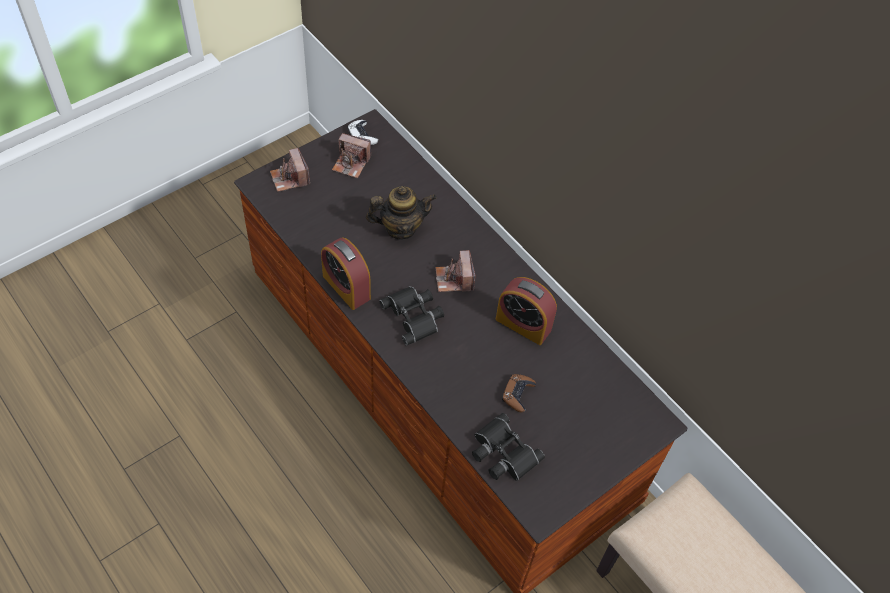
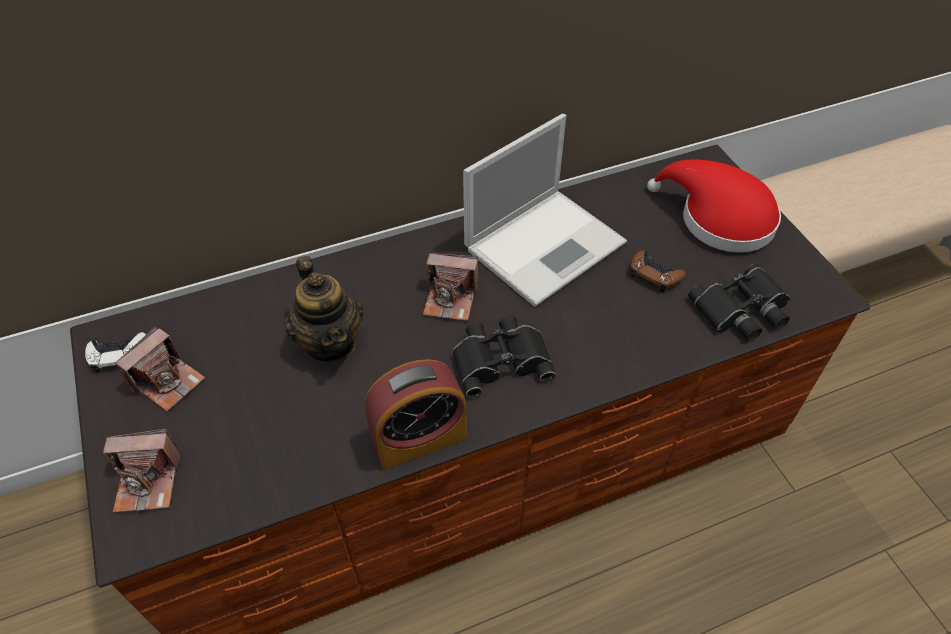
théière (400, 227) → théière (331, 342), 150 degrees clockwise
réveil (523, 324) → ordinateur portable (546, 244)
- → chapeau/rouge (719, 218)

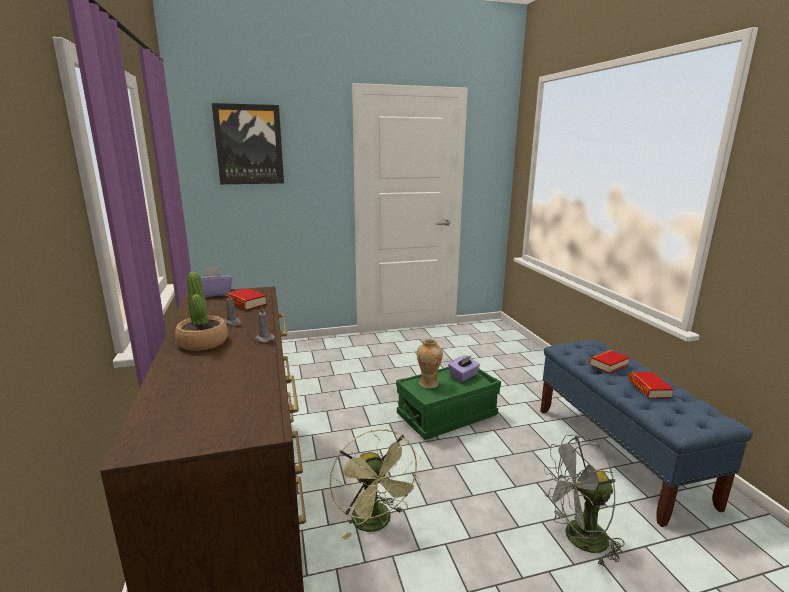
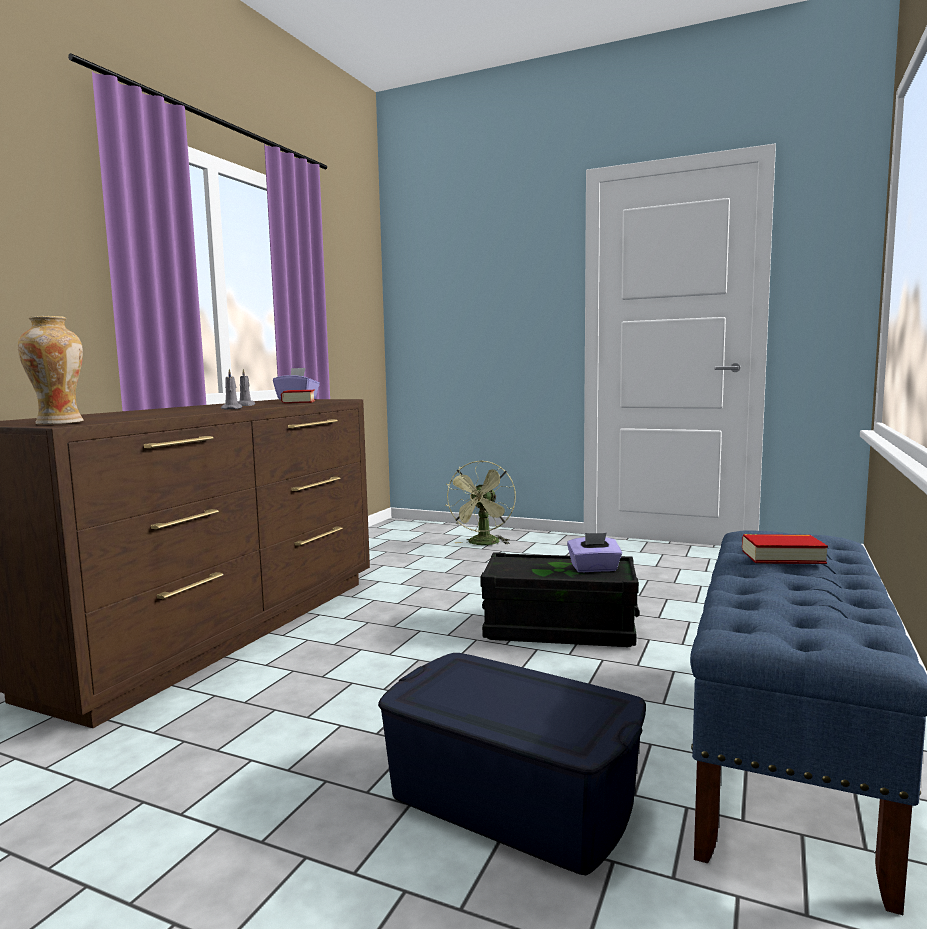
plante en pot (203, 342) → -
tableau (249, 145) → -
ventilateur/vert (376, 523) → ventilateur/vert (483, 544), move
boîte de rangement/vert (447, 415) → boîte de rangement/noir (559, 628)
vase (428, 384) → vase (59, 423), move
ventilateur/gris (578, 539) → boîte de rangement/bleu (511, 800)
livre (649, 389) → -

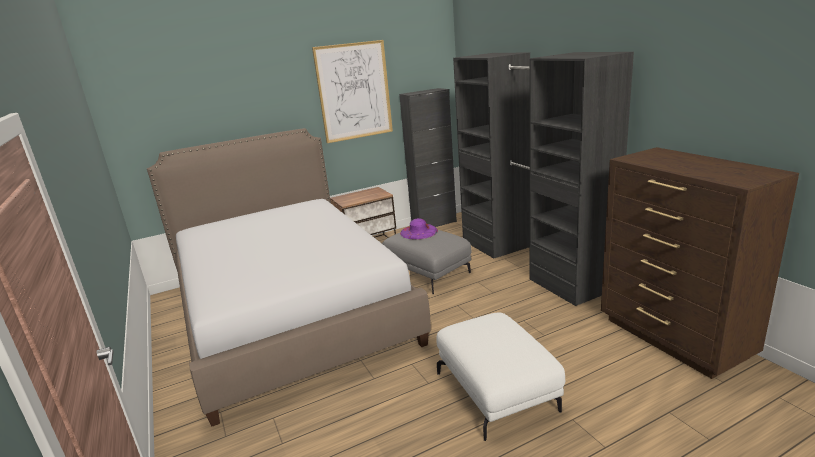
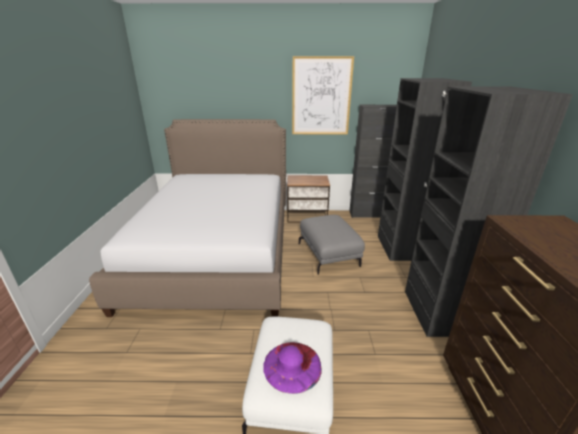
chapeau/violet (419, 232) → chapeau/violet (292, 365), move

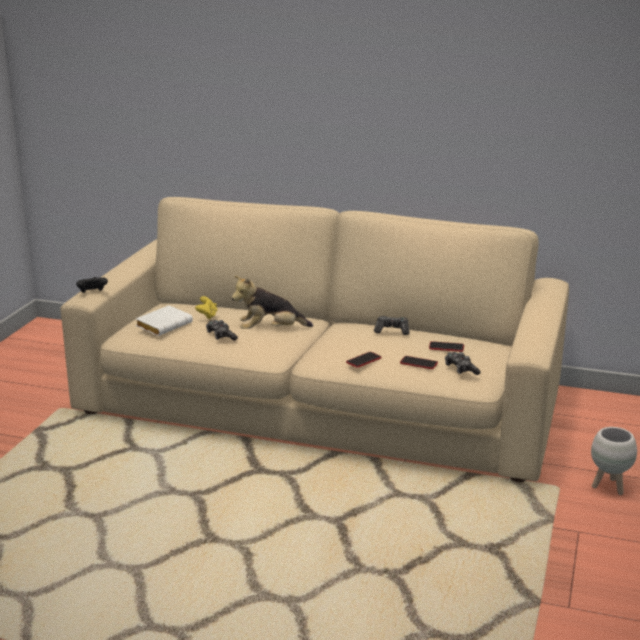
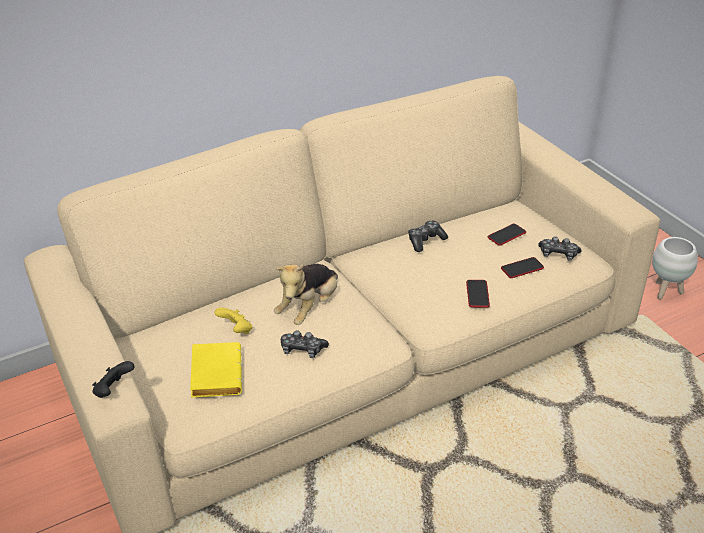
livre/blanc (164, 325) → livre/jaune (214, 373)

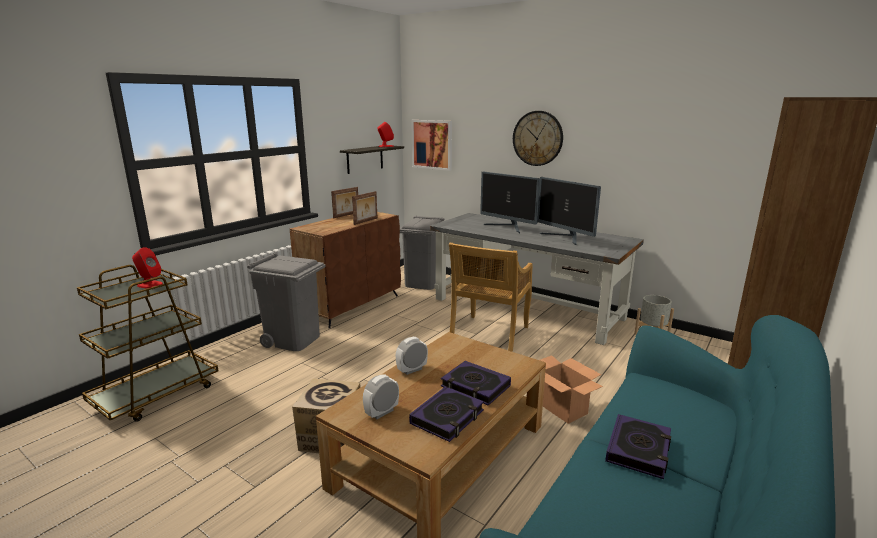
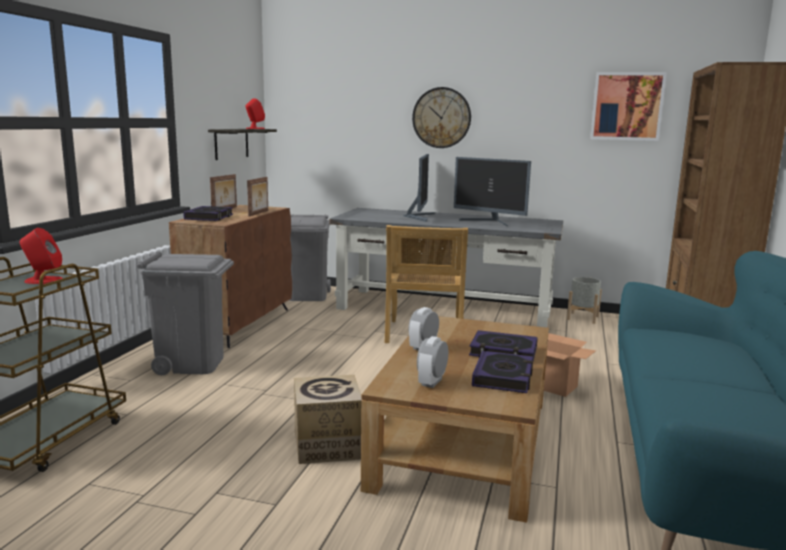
tableau (432, 144) → tableau (627, 106), move
écran d'ordinateur (508, 227) → écran d'ordinateur (419, 217), 105 degrees counterclockwise
livre (638, 450) → livre (209, 217), move

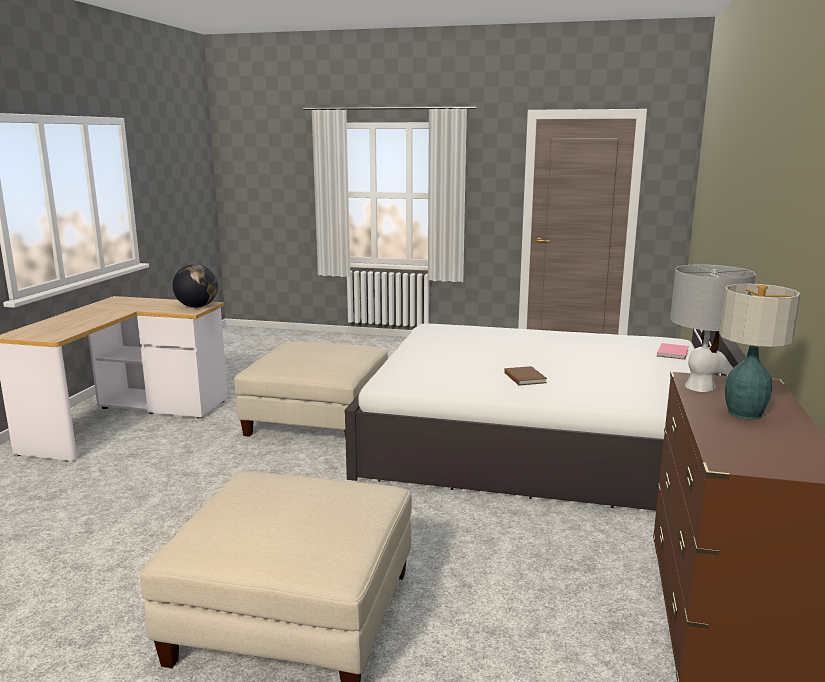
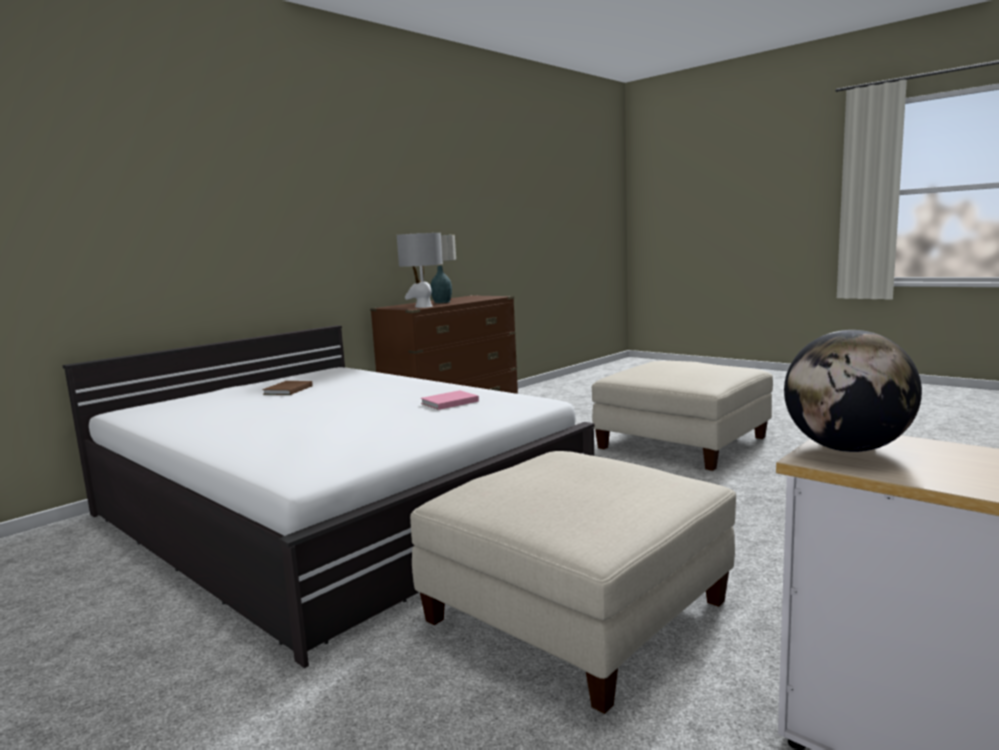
livre/marron (525, 377) → livre/marron (287, 390), move
livre/rose (673, 353) → livre/rose (448, 402), move

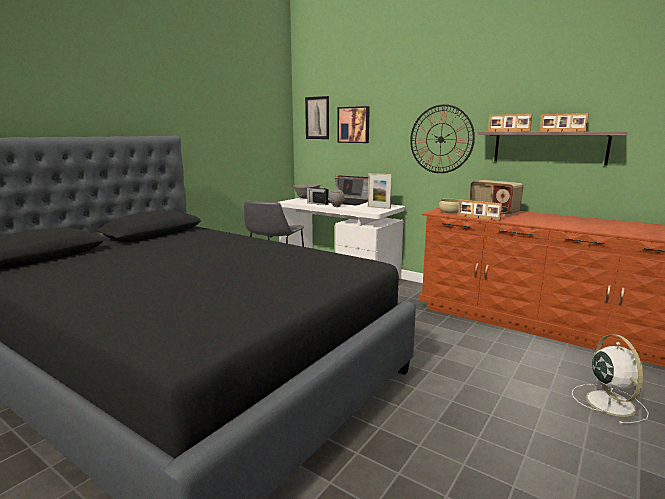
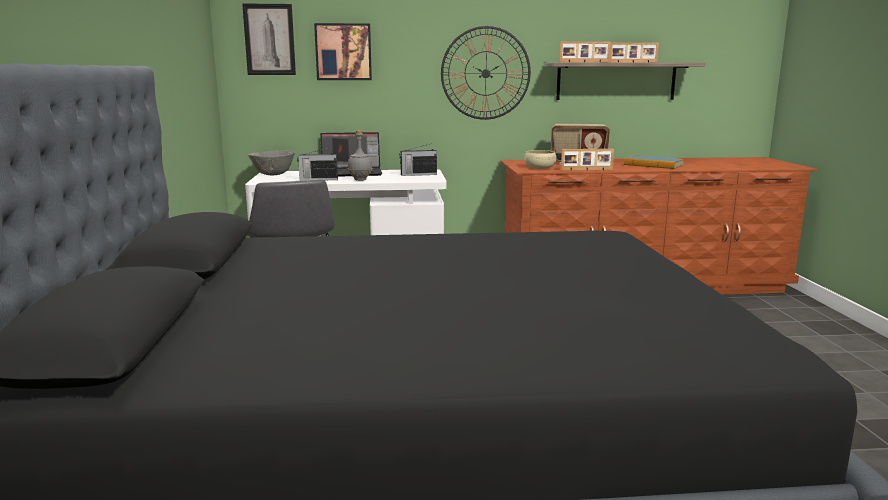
cadre photo (379, 207) → radio (418, 174)
ventilateur/blanc (608, 402) → -
- → livre (653, 165)

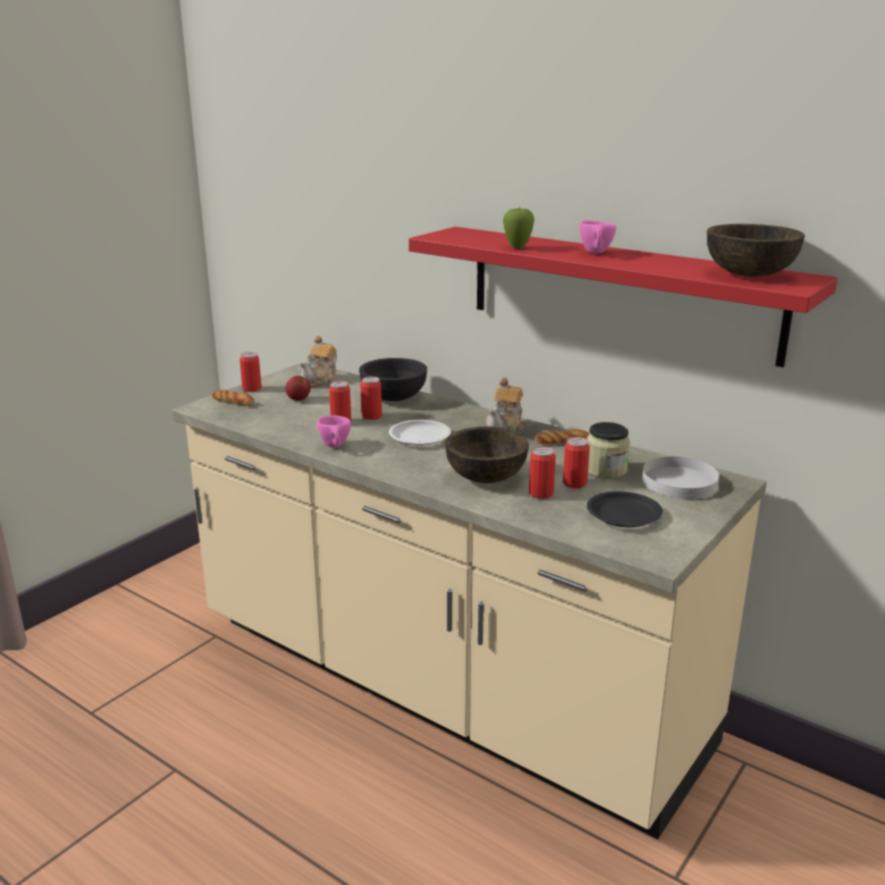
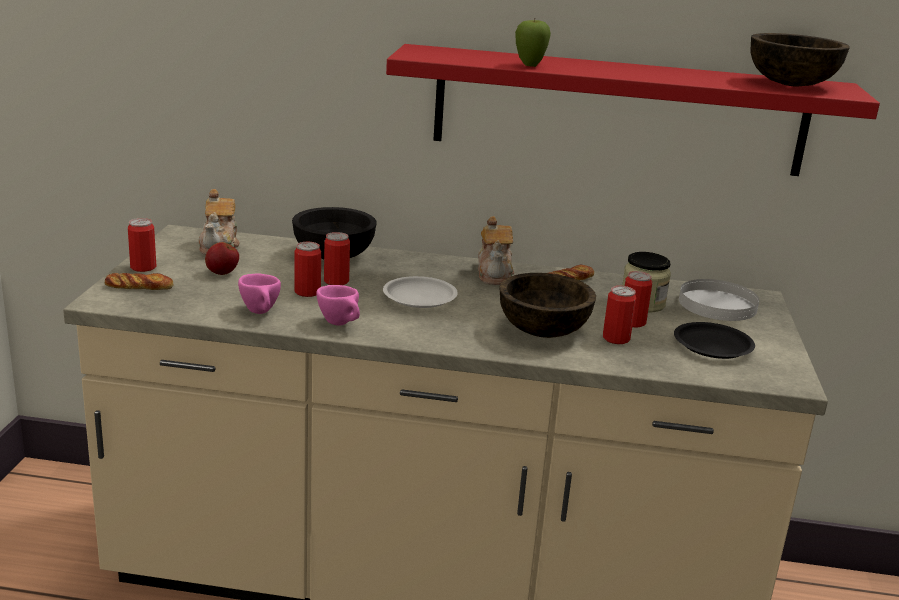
tasse/rose (596, 253) → tasse/rose (262, 313), move

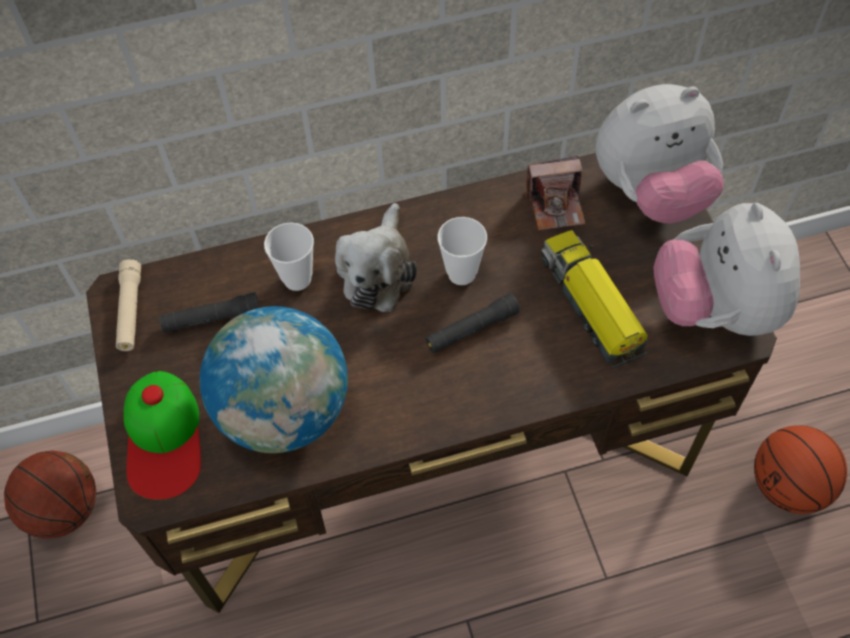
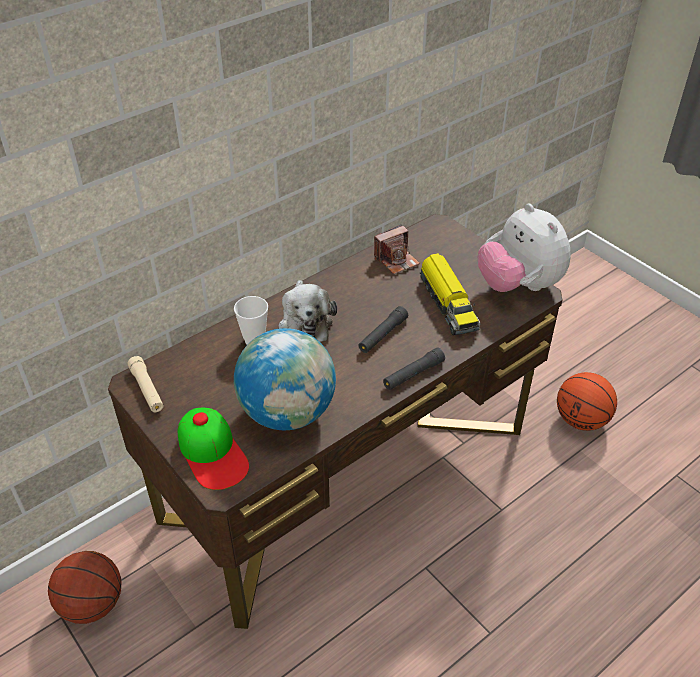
lampe de poche/noir (211, 319) → lampe de poche/noir (413, 374), move
tasse (461, 273) → -
camion jouet (591, 306) → camion jouet (447, 303), 150 degrees counterclockwise
peluche (651, 192) → -

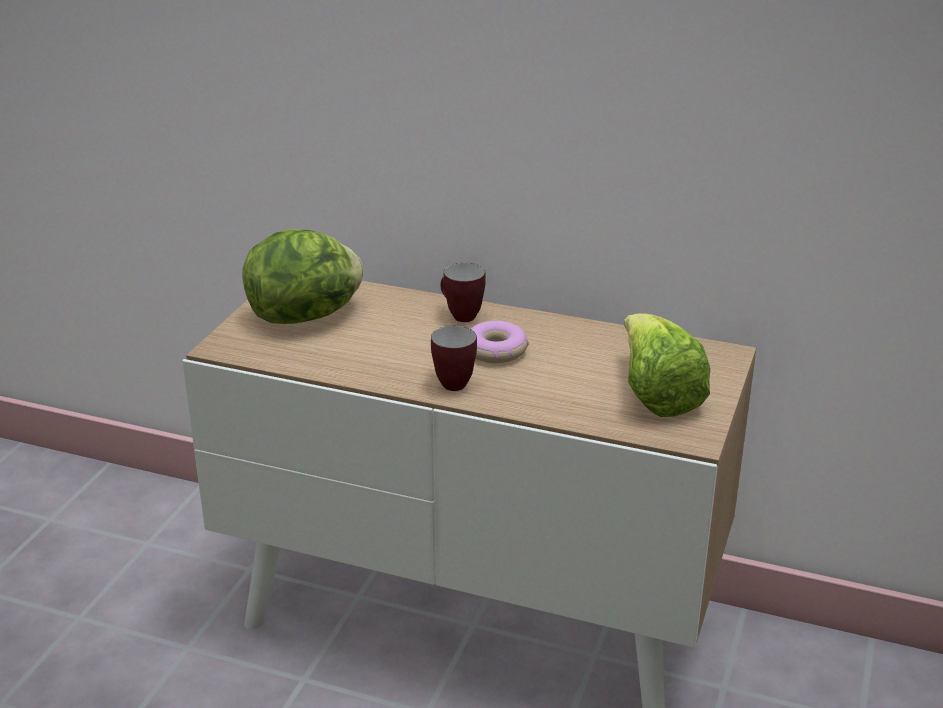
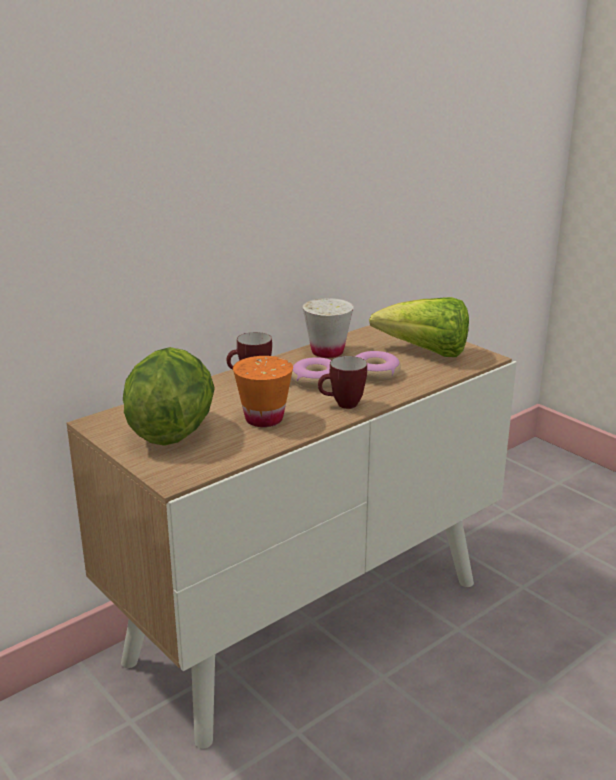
- → tasse/orange (264, 419)
- → tasse/blanc (327, 352)
- → beignet (375, 373)

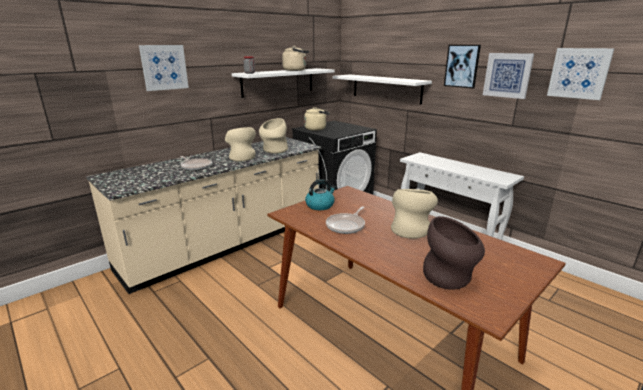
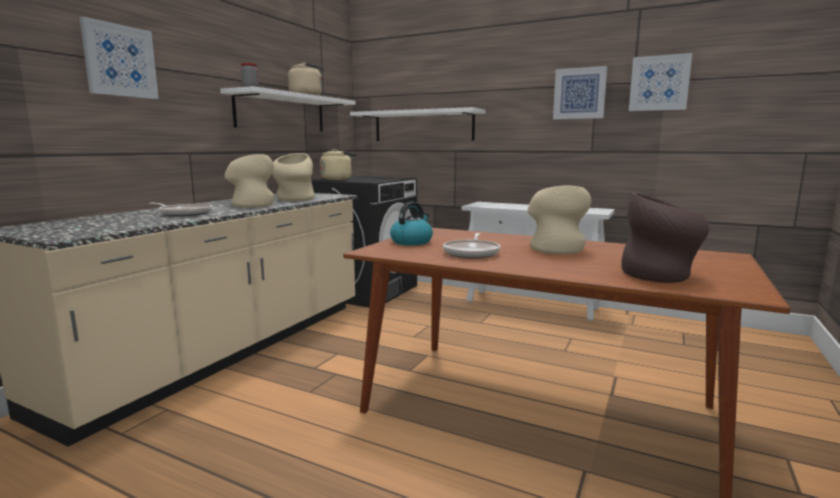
tableau (462, 66) → -

